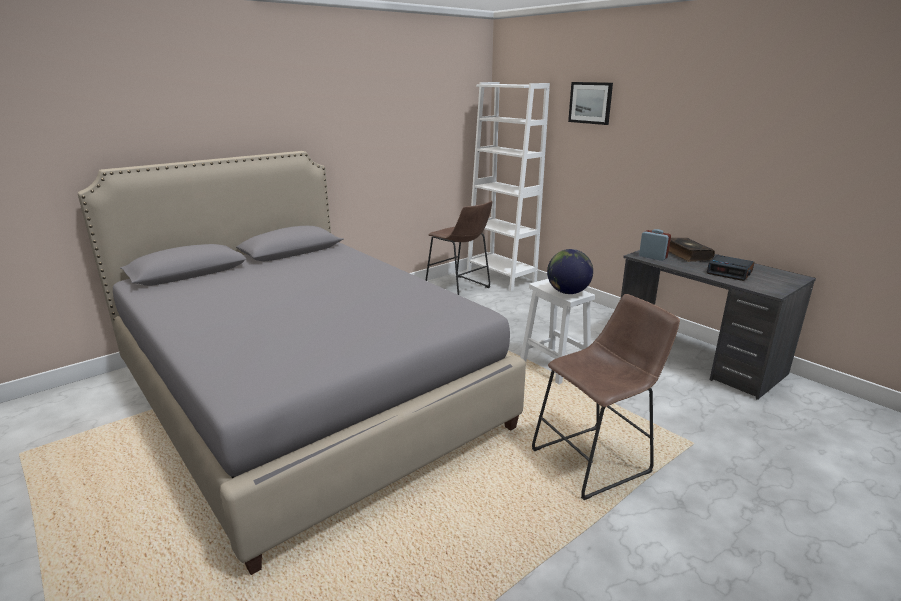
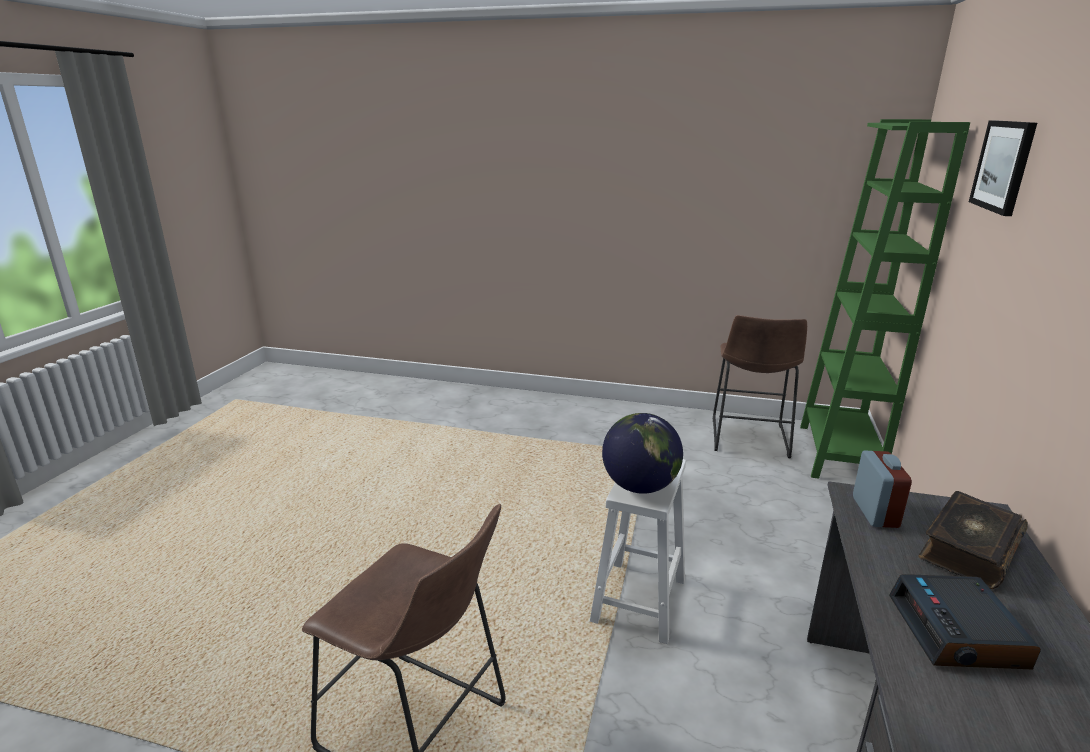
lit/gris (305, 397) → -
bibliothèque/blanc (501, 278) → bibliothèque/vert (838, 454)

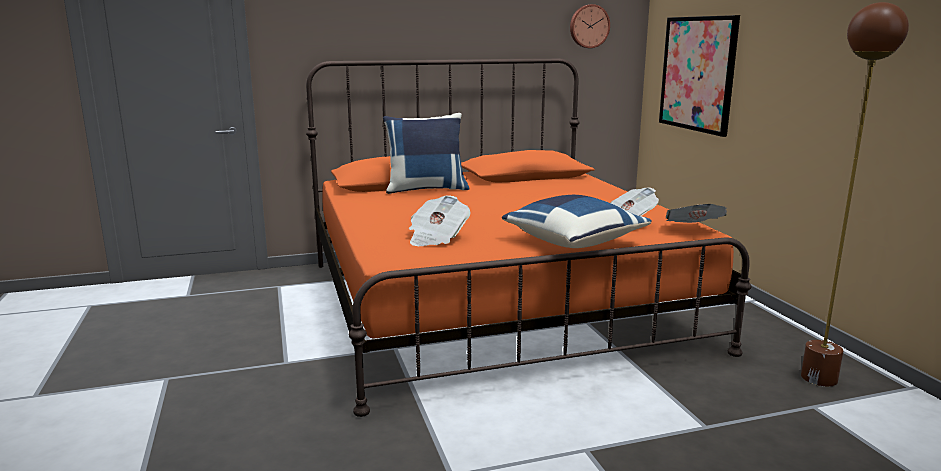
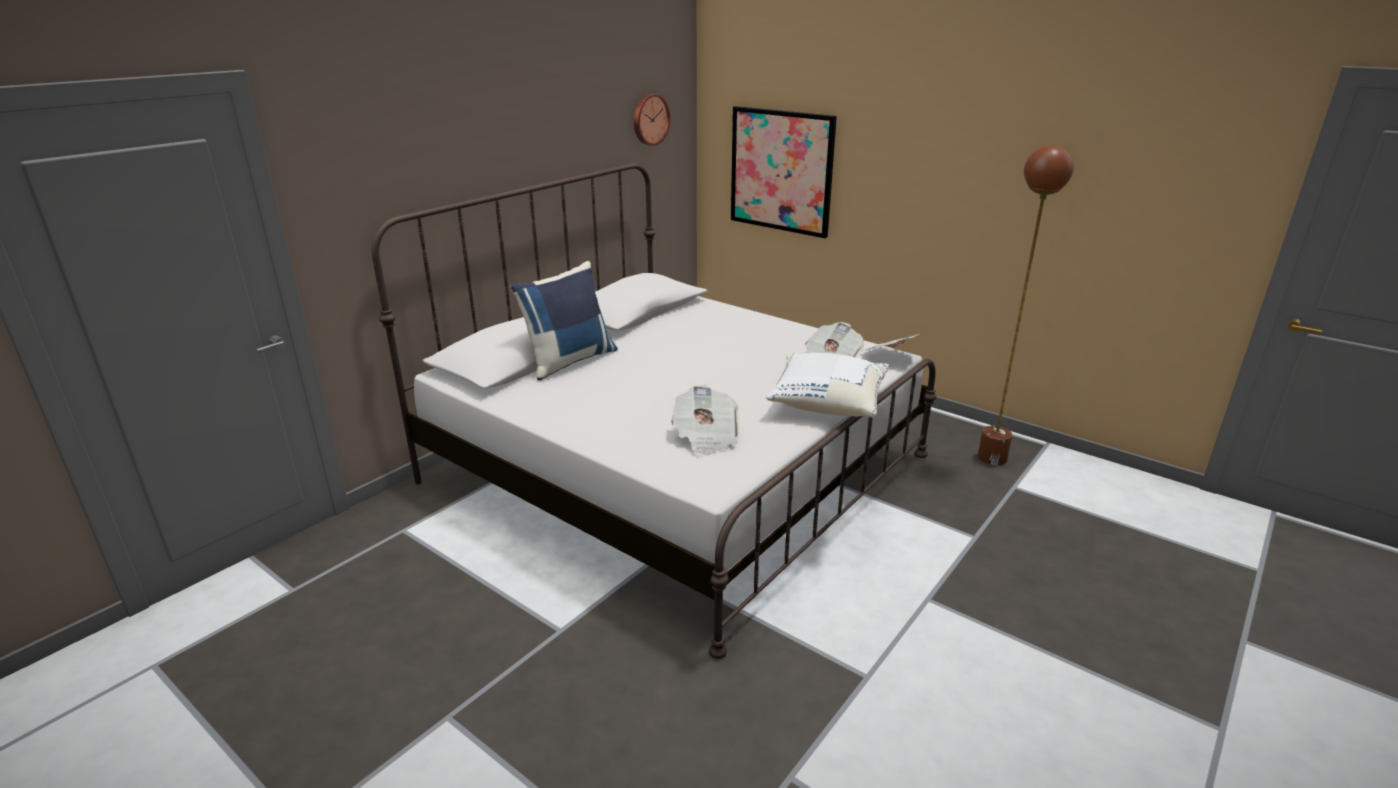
lit/orange (494, 303) → lit/blanc (675, 468)
coussin/bleu (573, 242) → coussin/blanc (827, 403)

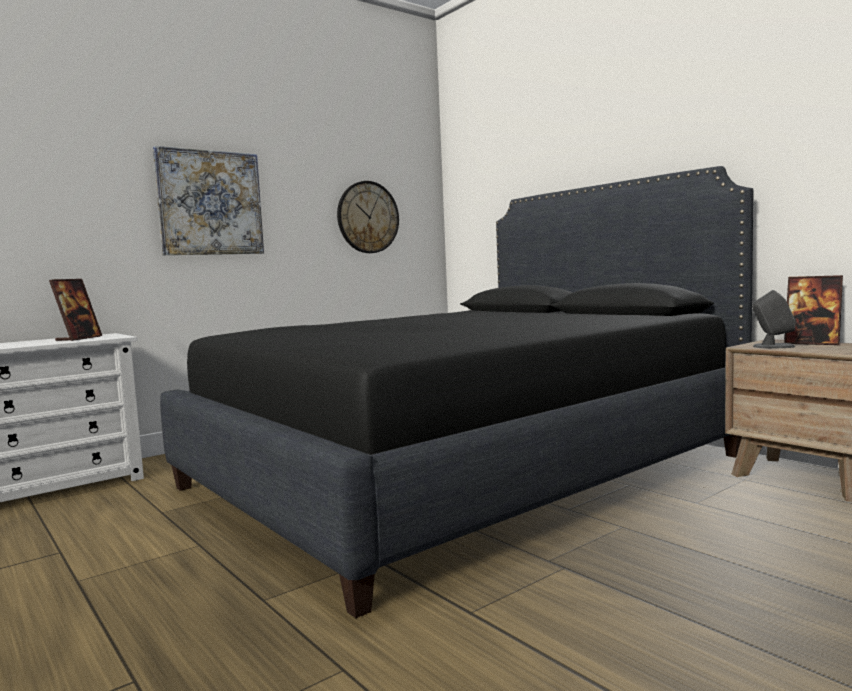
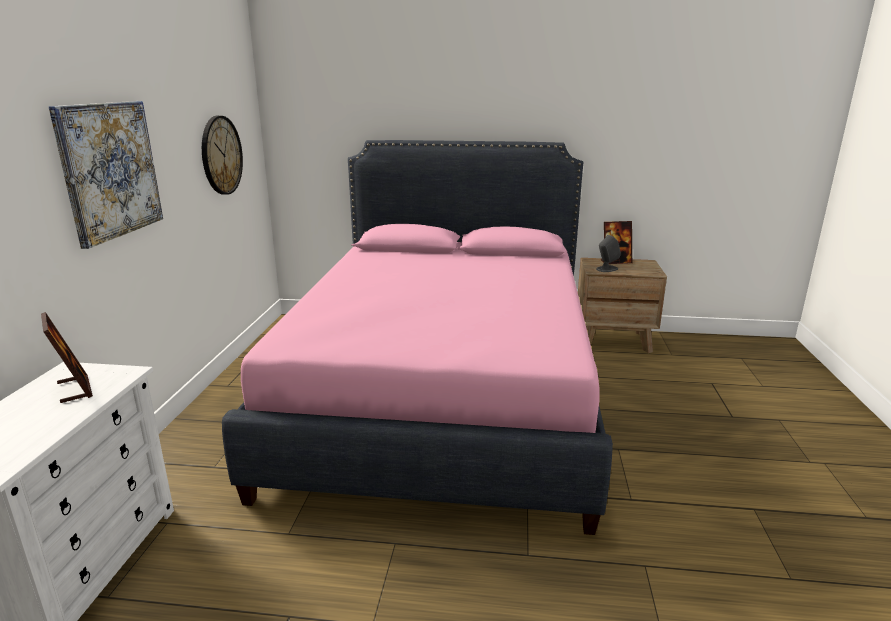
lit/noir (466, 471) → lit/rose (444, 395)

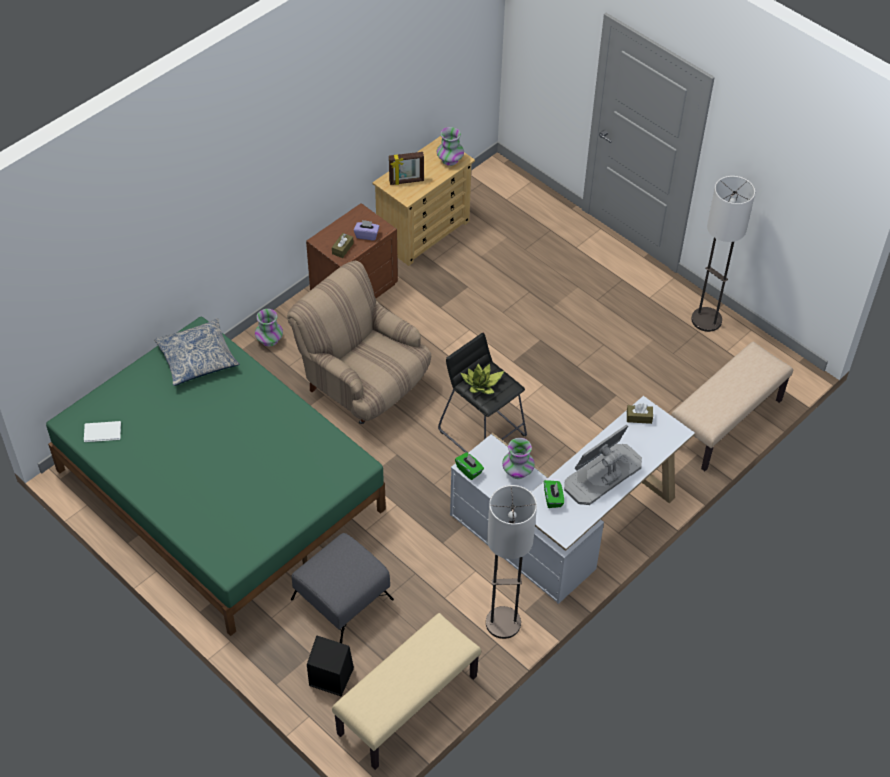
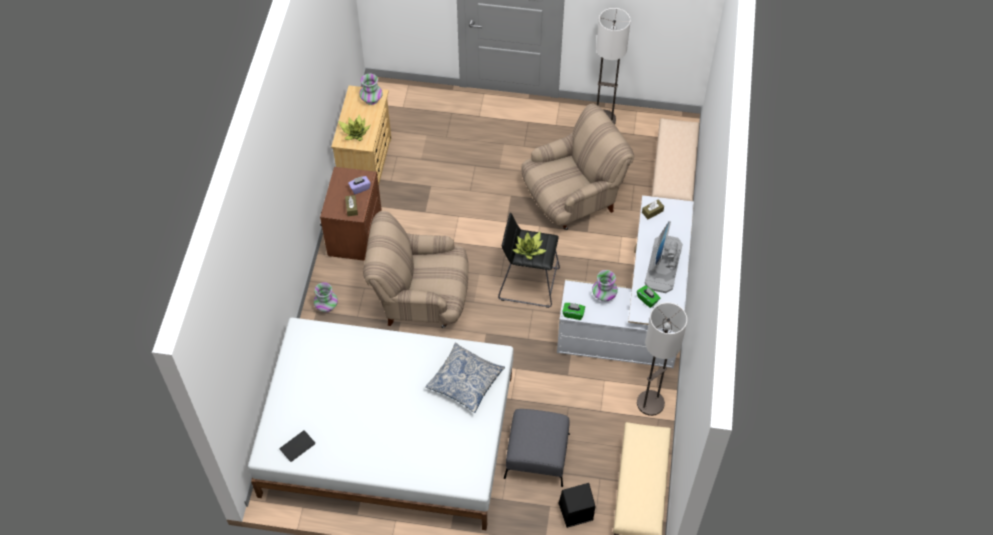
lit/vert (220, 489) → lit/blanc (388, 434)
livre/blanc (103, 432) → livre/noir (298, 446)
coussin (197, 358) → coussin (465, 381), move
cadre photo (406, 181) → plante en pot (355, 132)
- → fauteuil/beige (573, 198)

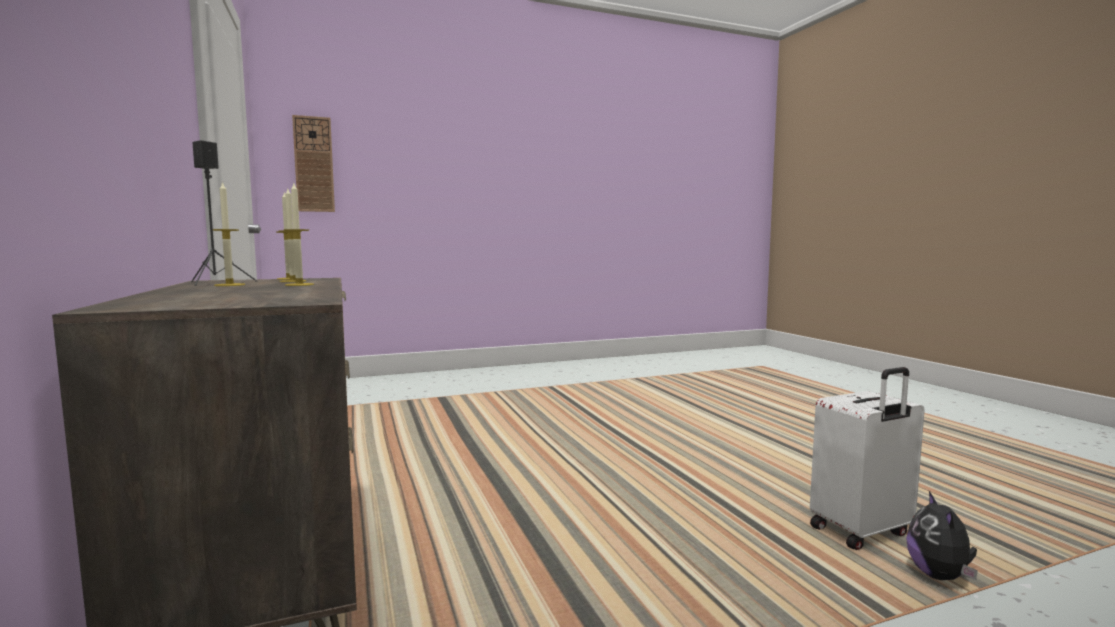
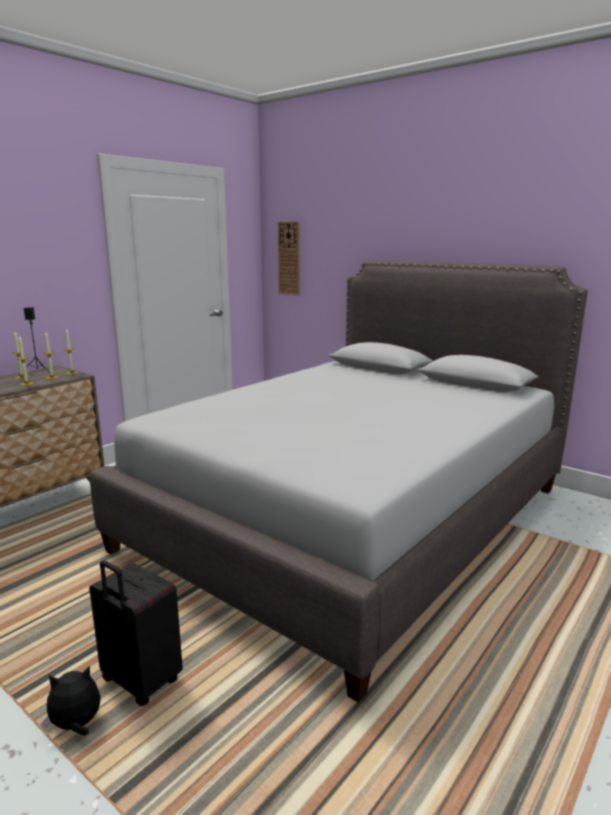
valise/blanc (861, 532) → valise/noir (139, 682)
- → lit/gris (354, 517)

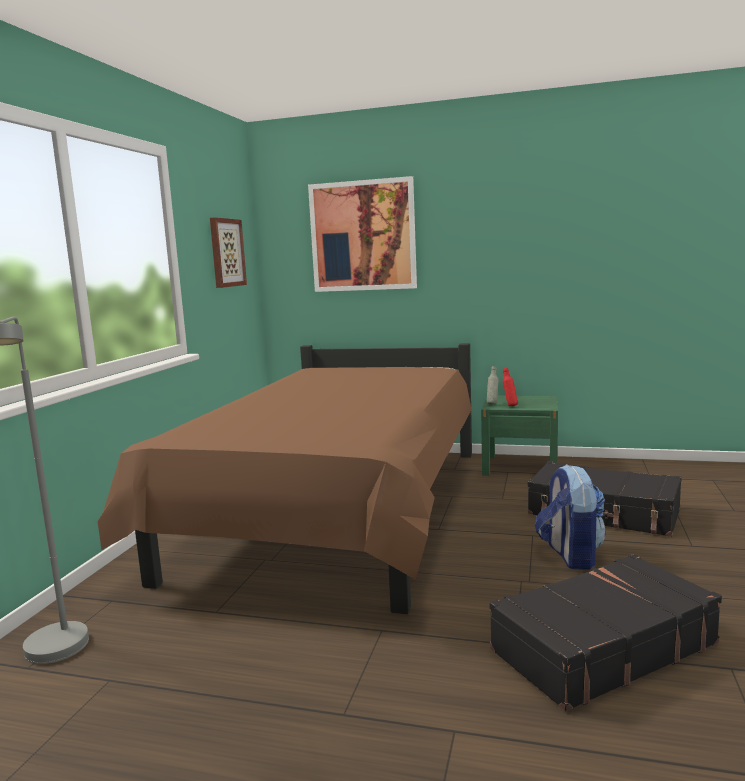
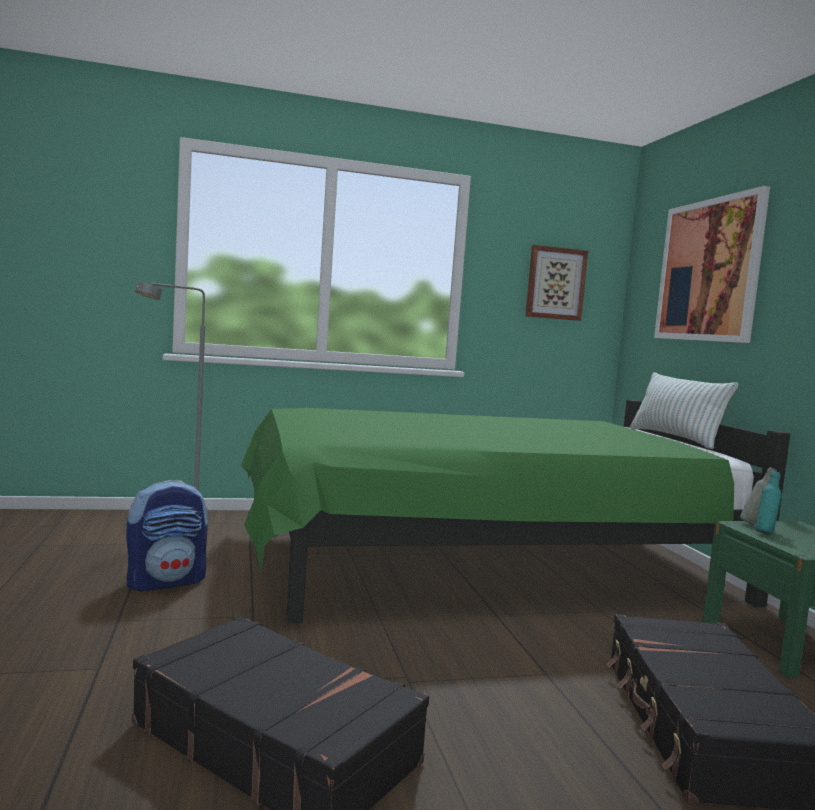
lit/marron (339, 512) → lit/vert (478, 563)
bouteille/rouge (509, 406) → bouteille/turquoise (765, 533)
sac à dos (570, 555) → sac à dos (166, 582), move
- → coussin (675, 438)

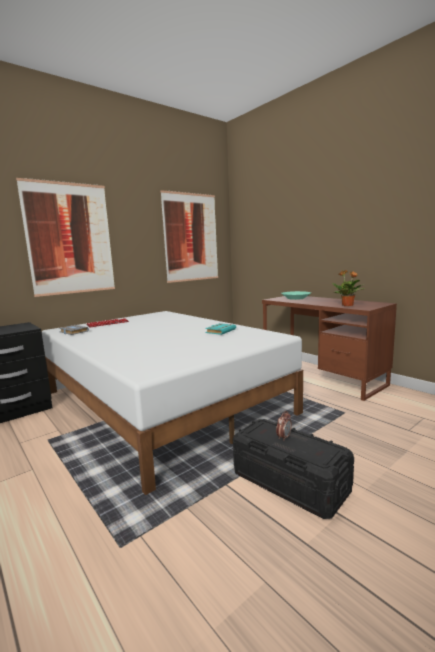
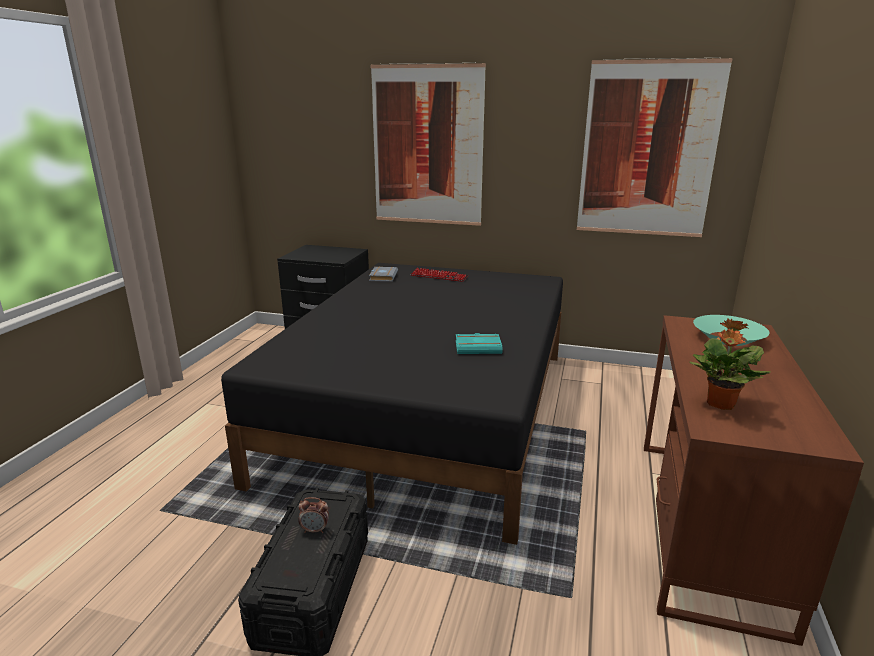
lit/blanc (163, 402) → lit/noir (429, 411)

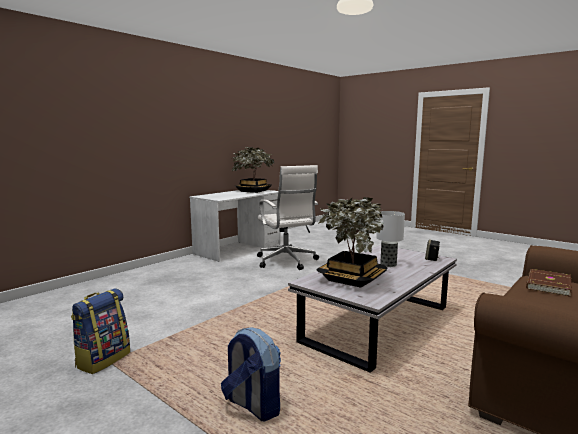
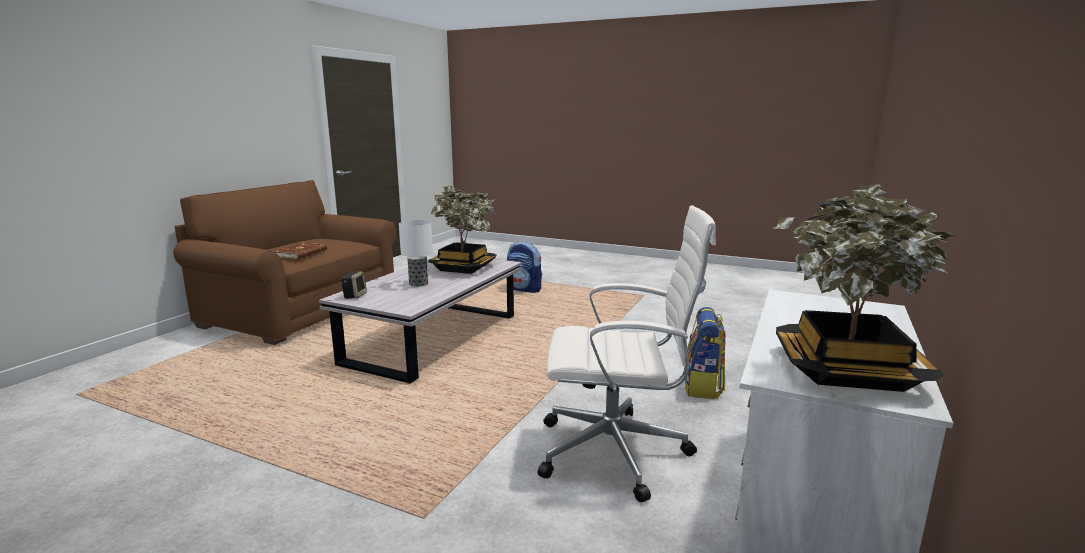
sac à dos (103, 359) → sac à dos (703, 387), move
chaise de bureau/blanc (286, 261) → chaise de bureau/blanc (617, 452), 135 degrees clockwise

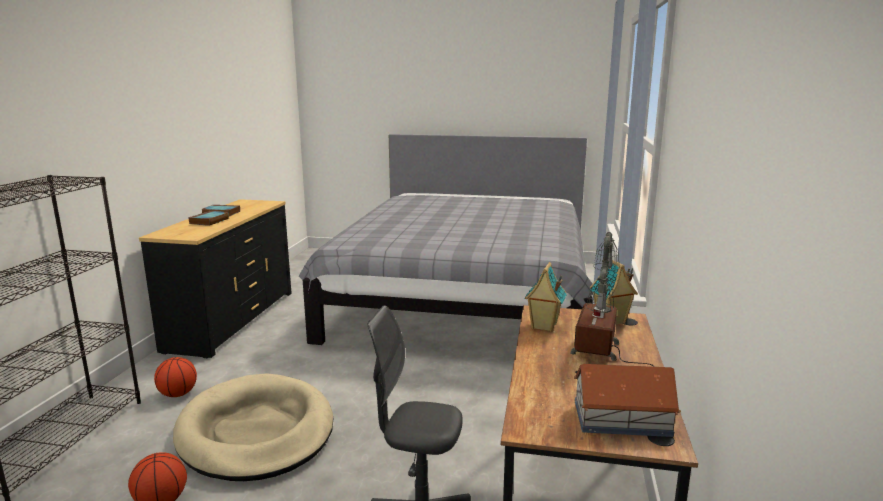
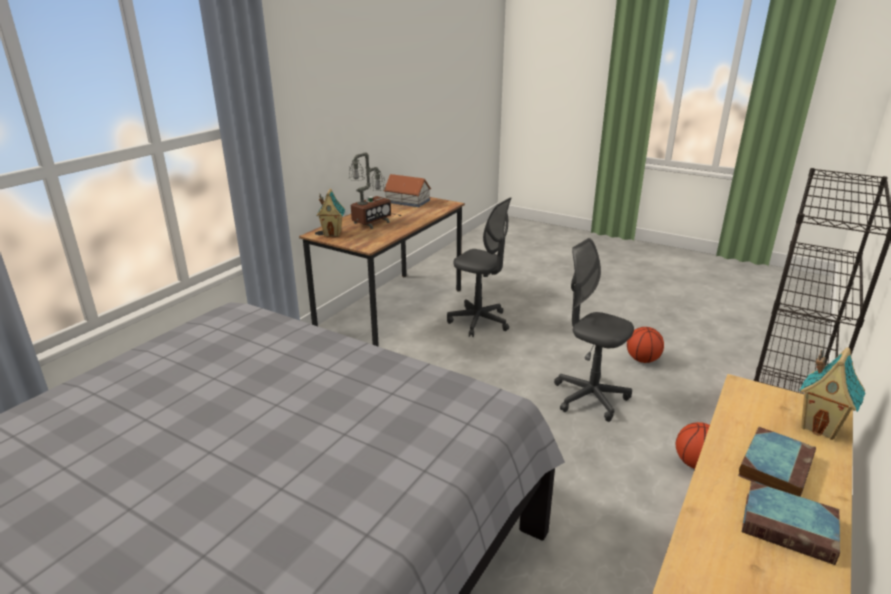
panier pour chien/beige (256, 432) → chaise de bureau/gris (590, 398)
maison miniature (543, 326) → maison miniature (821, 427), move

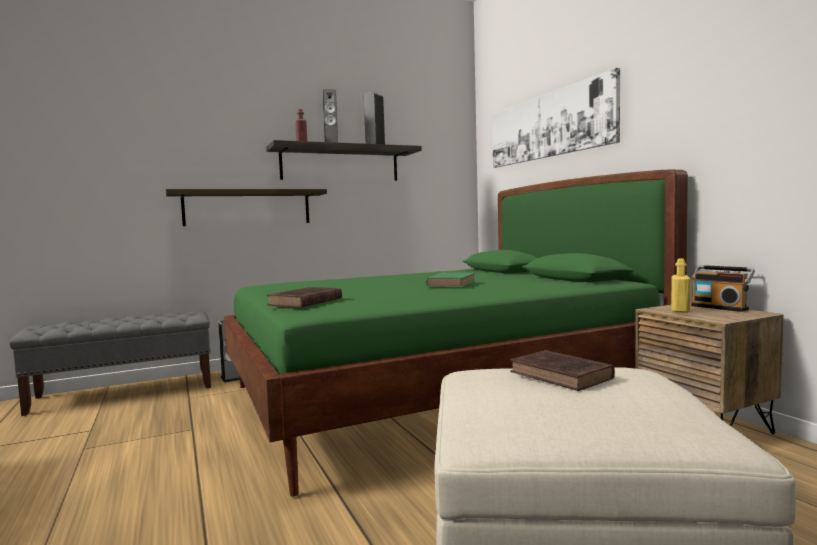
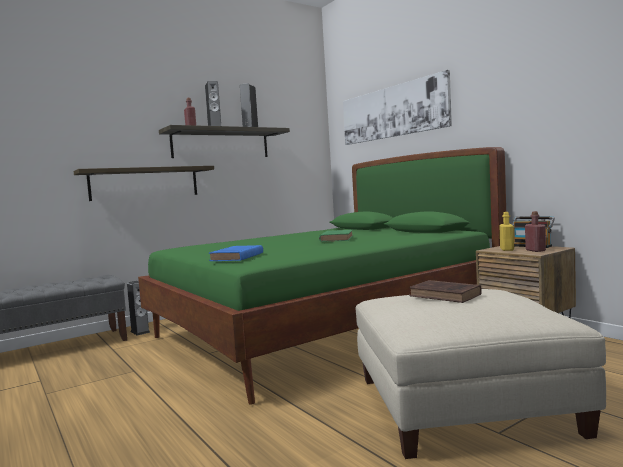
livre/marron (304, 302) → livre/bleu (236, 257)
- → bouteille/rouge (535, 250)

